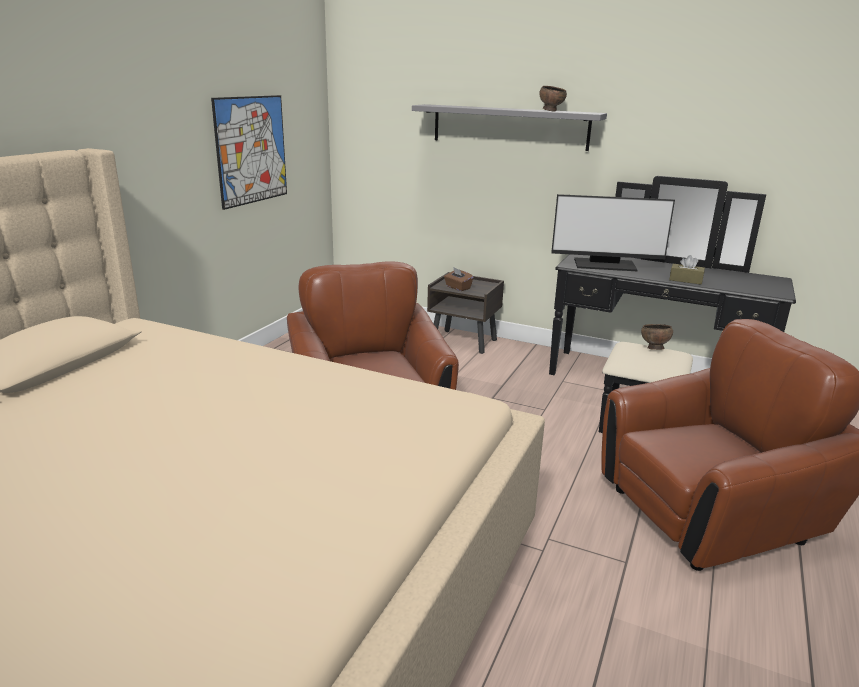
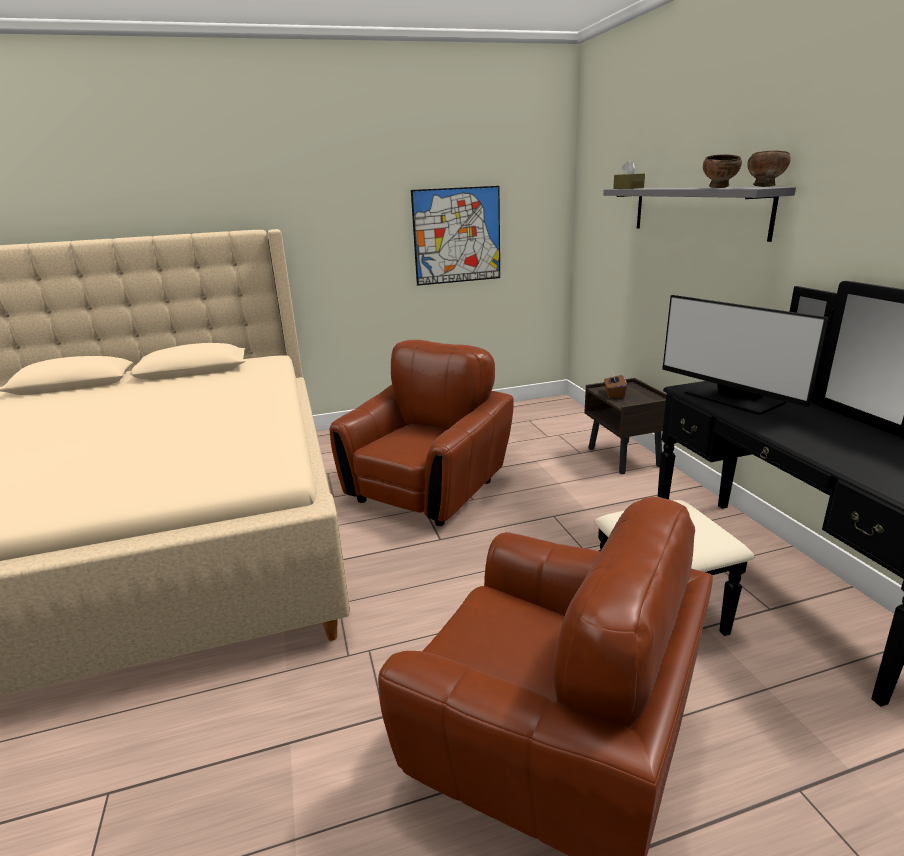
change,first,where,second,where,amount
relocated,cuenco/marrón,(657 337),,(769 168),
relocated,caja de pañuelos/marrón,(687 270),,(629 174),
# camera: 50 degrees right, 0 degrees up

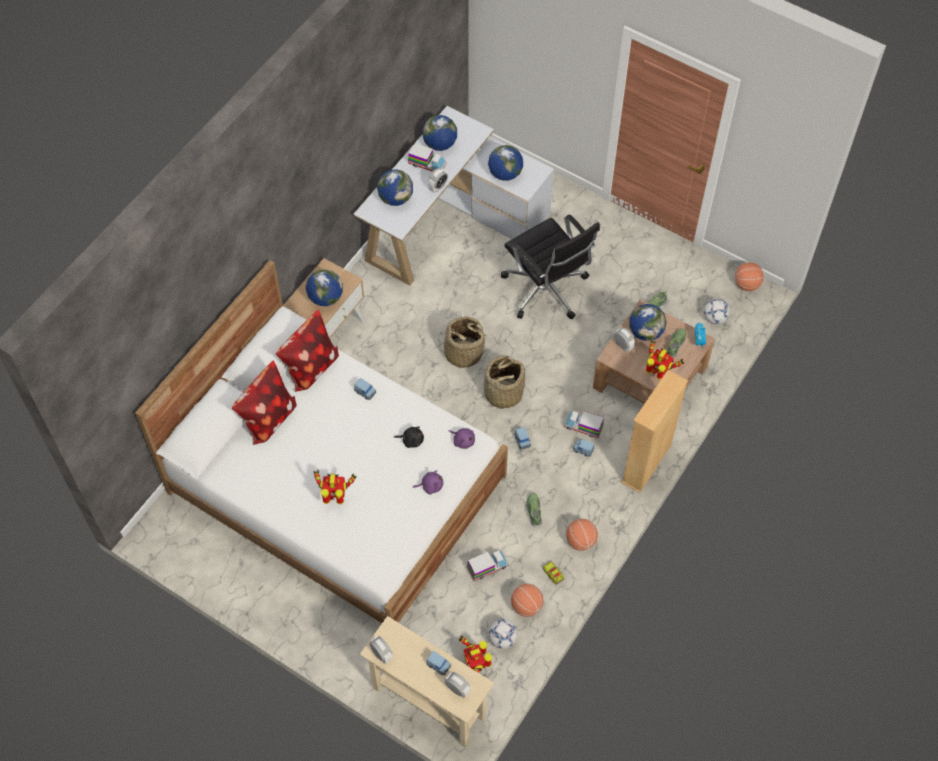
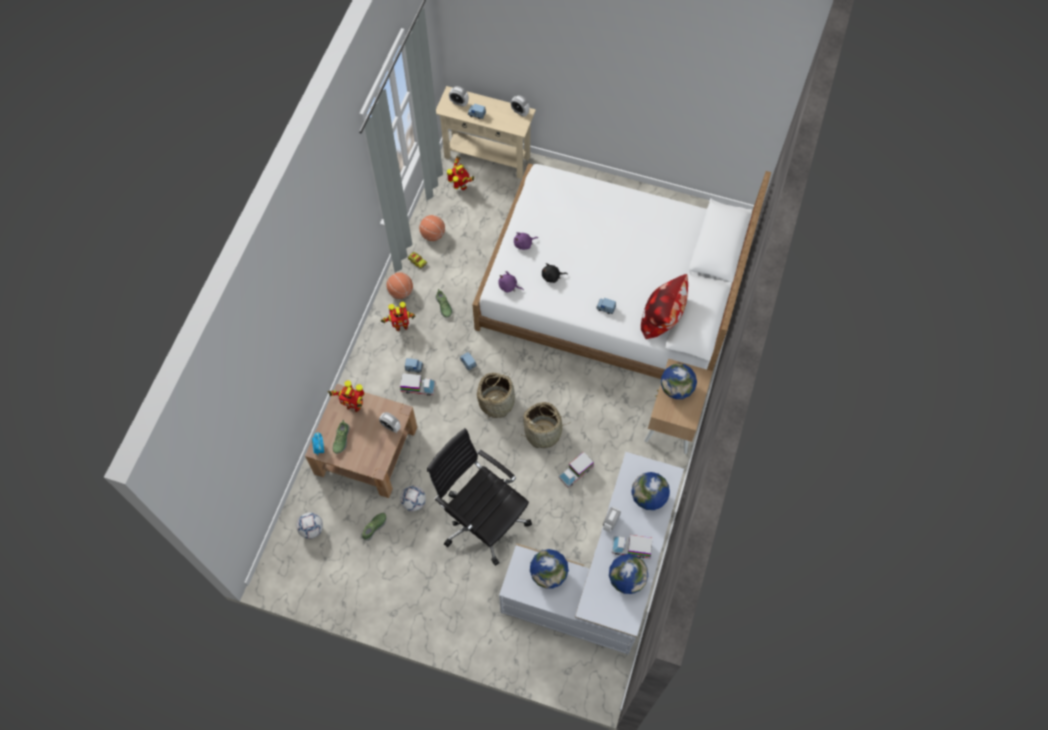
change,first,where,second,where,amount
missing,cojín,(264 403),,,
missing,estantería/beis,(654 431),,,
missing,globo terráqueo,(647 322),,,
missing,balón de baloncesto,(749 276),,,
relocated,robot de juguete,(335 487),,(398 316),
relocated,camión de juguete,(488 565),,(576 470),
relocated,balón de fútbol,(503 634),,(413 498),
# camera: 165 degrees right, 5 degrees up

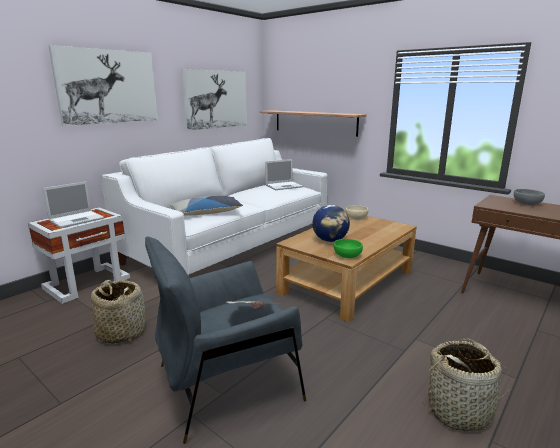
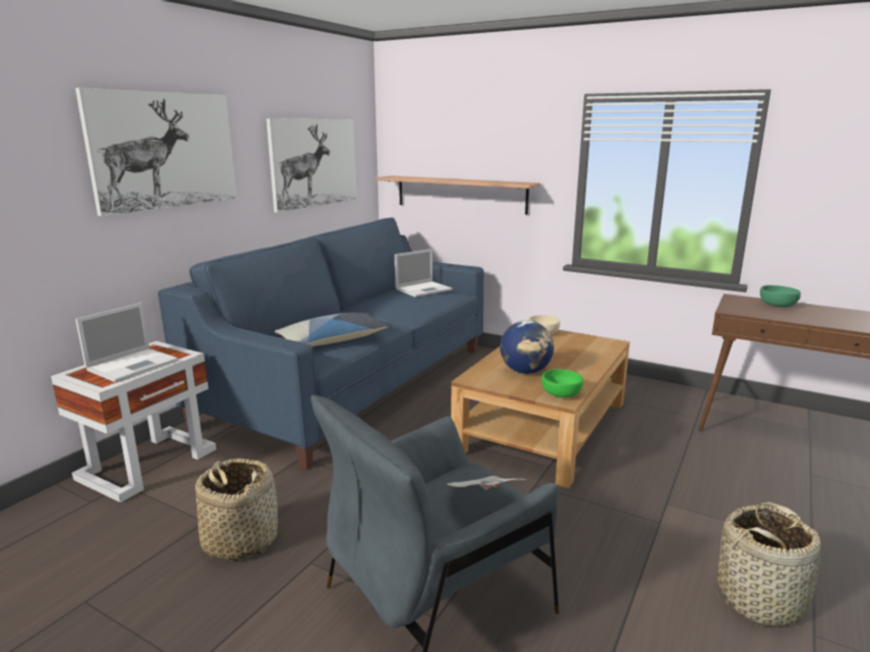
change,first,where,second,where,amount
colour,sofá/blanco,(214 206),sofá/azul,(321 343),
colour,cuenco/gris,(529 197),cuenco/verde,(780 296),
# camera: 10 degrees left, 0 degrees up

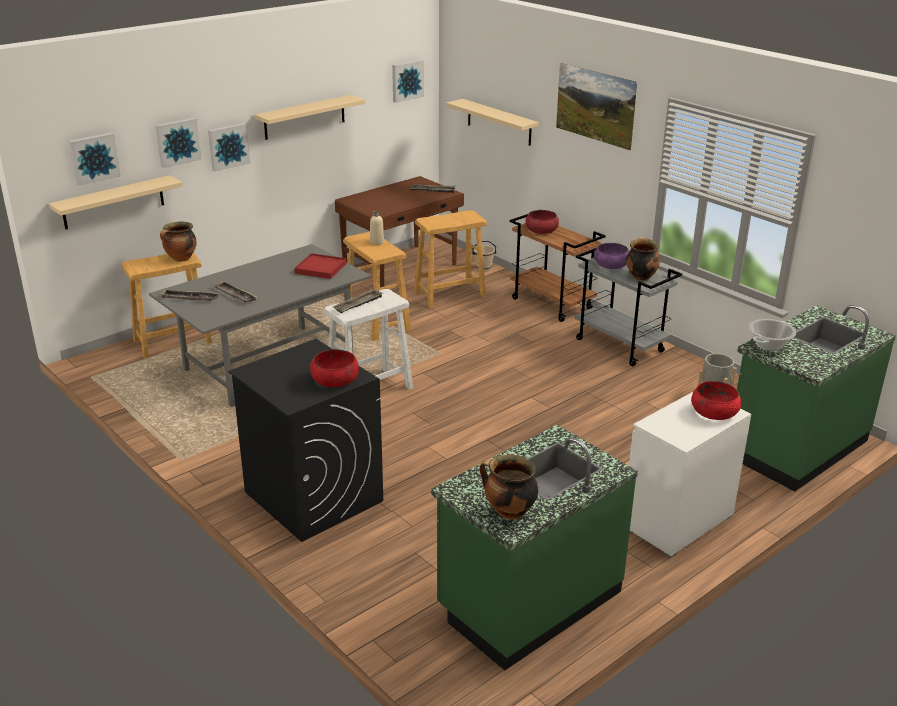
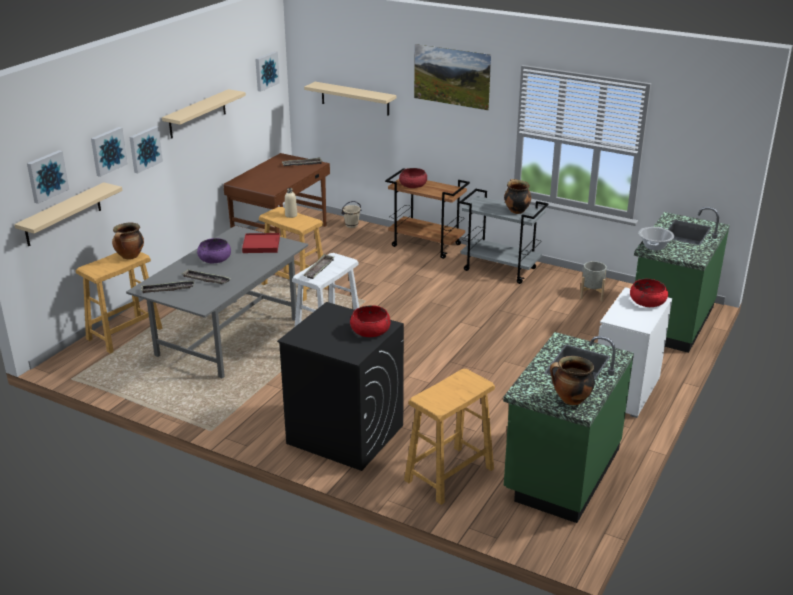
change,first,where,second,where,amount
relocated,taburete/beis,(450 259),,(449 437),
relocated,cuenco/morado,(611 256),,(214 250),
# camera: 20 degrees left, 0 degrees up

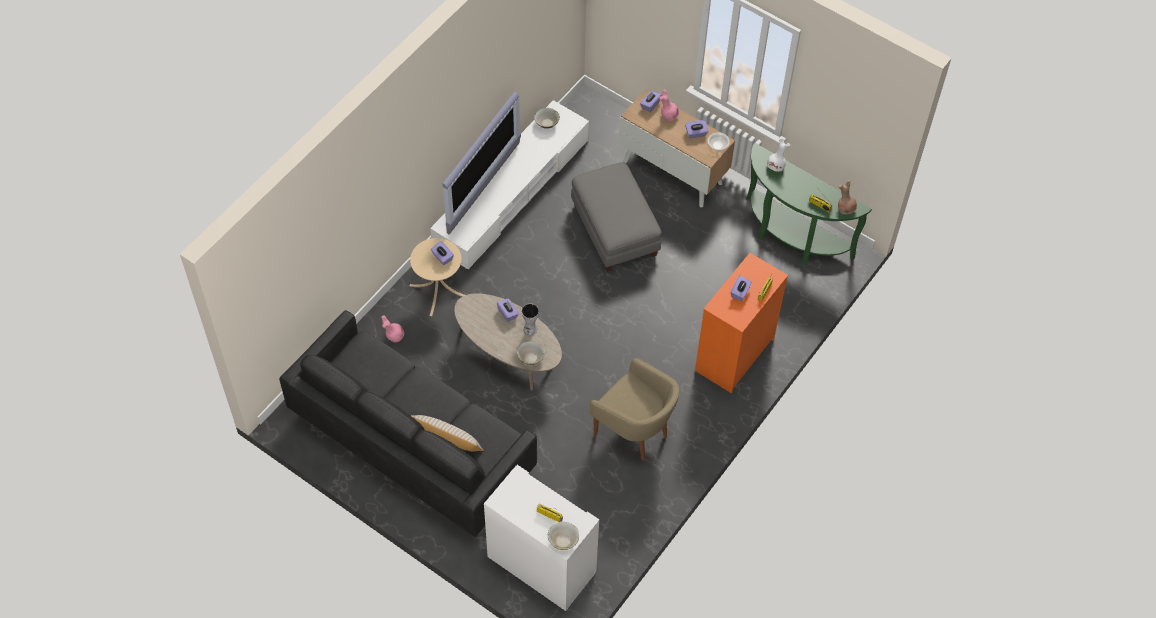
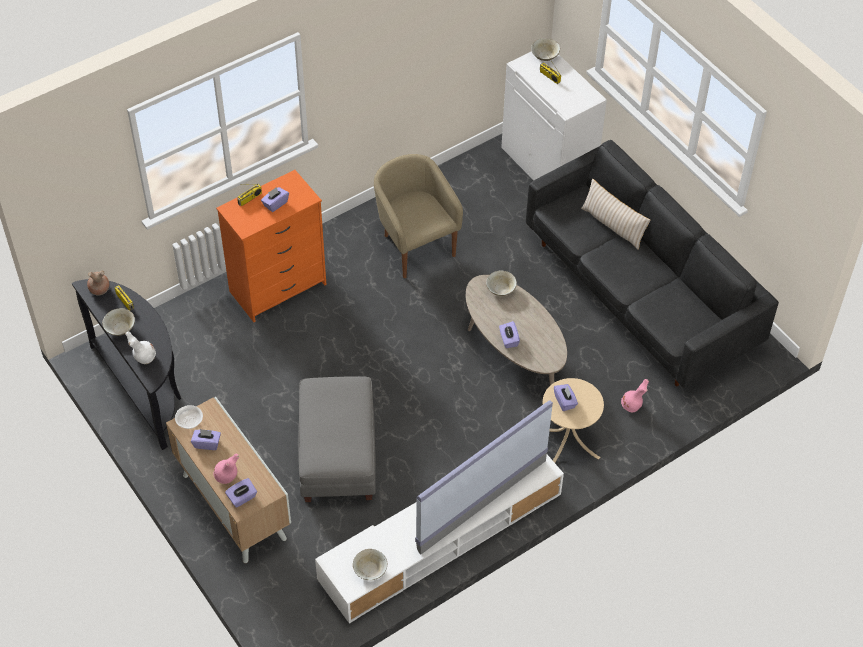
change,first,where,second,where,amount
missing,florero,(530 319),,,
appeared,,,cuenco/beis,(118 322),
colour,mesa consola/verde,(809 204),mesa consola/negro,(126 364),
# camera: 160 degrees left, 5 degrees down

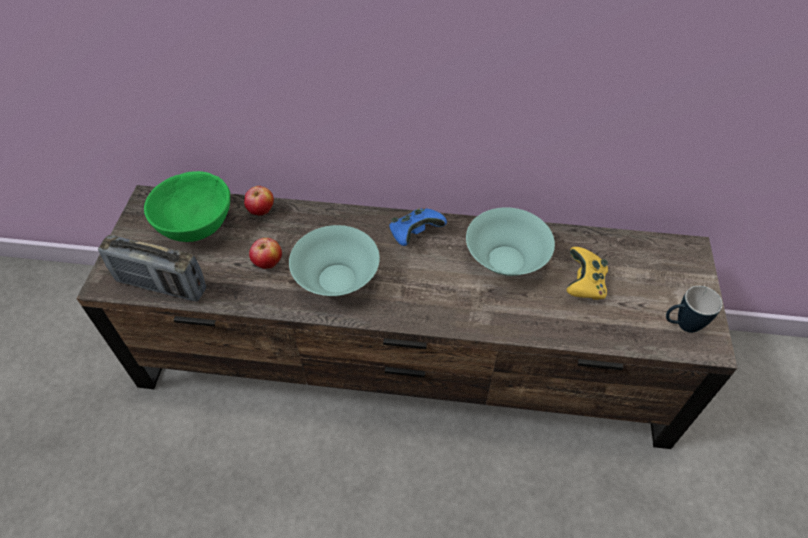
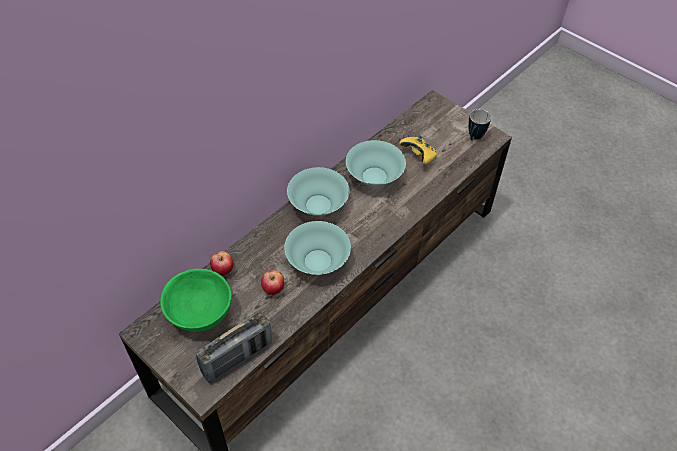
change,first,where,second,where,amount
exchanged,mando de consola/azul,(418 227),cuenco/turquesa,(318 191),
# camera: 55 degrees left, 0 degrees up

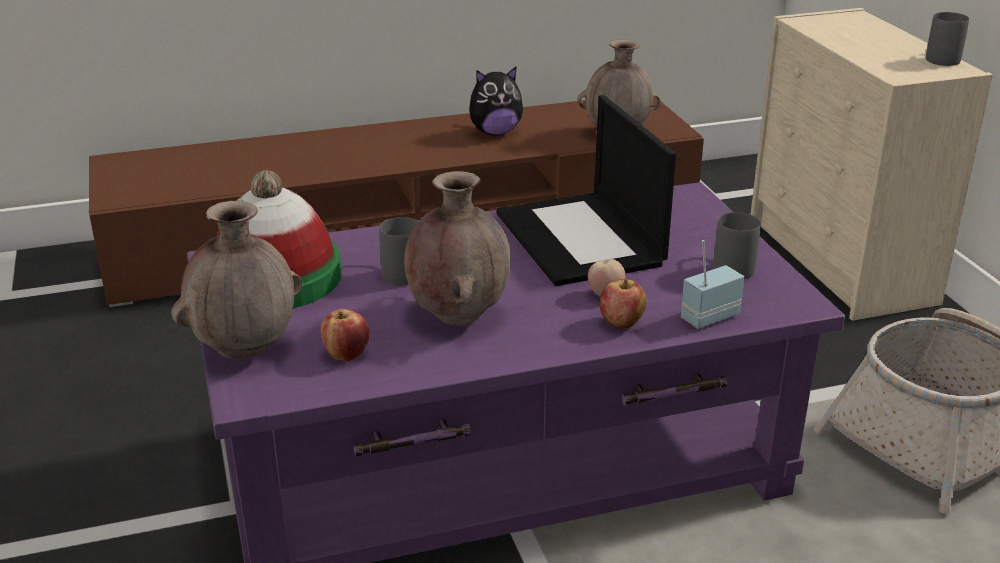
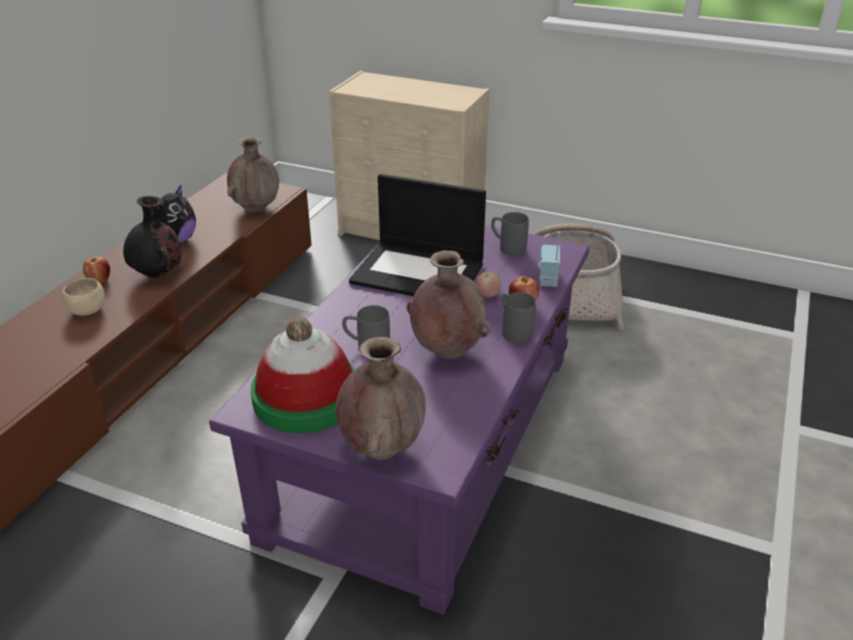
change,first,where,second,where,amount
appeared,,,cuenco/beis,(83 297),
appeared,,,florero/negro,(152 237),
relocated,manzana,(345 335),,(96 270),
relocated,taza grande/gris,(947 39),,(519 317),
# camera: 50 degrees left, 5 degrees up

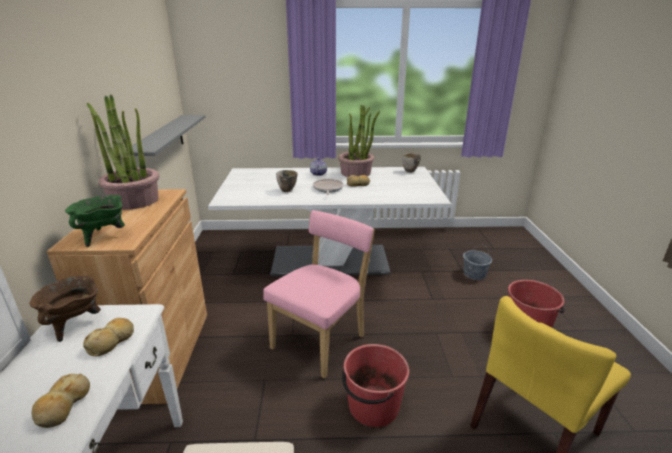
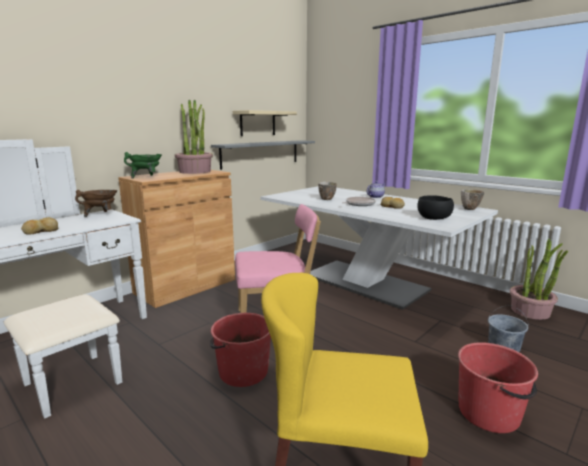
change,first,where,second,where,amount
missing,pan,(108 337),,,
appeared,,,estante/beis,(265 123),
appeared,,,cuenco/negro,(435 207),
relocated,planta en maceta,(359 140),,(539 279),
# camera: 45 degrees right, 10 degrees down

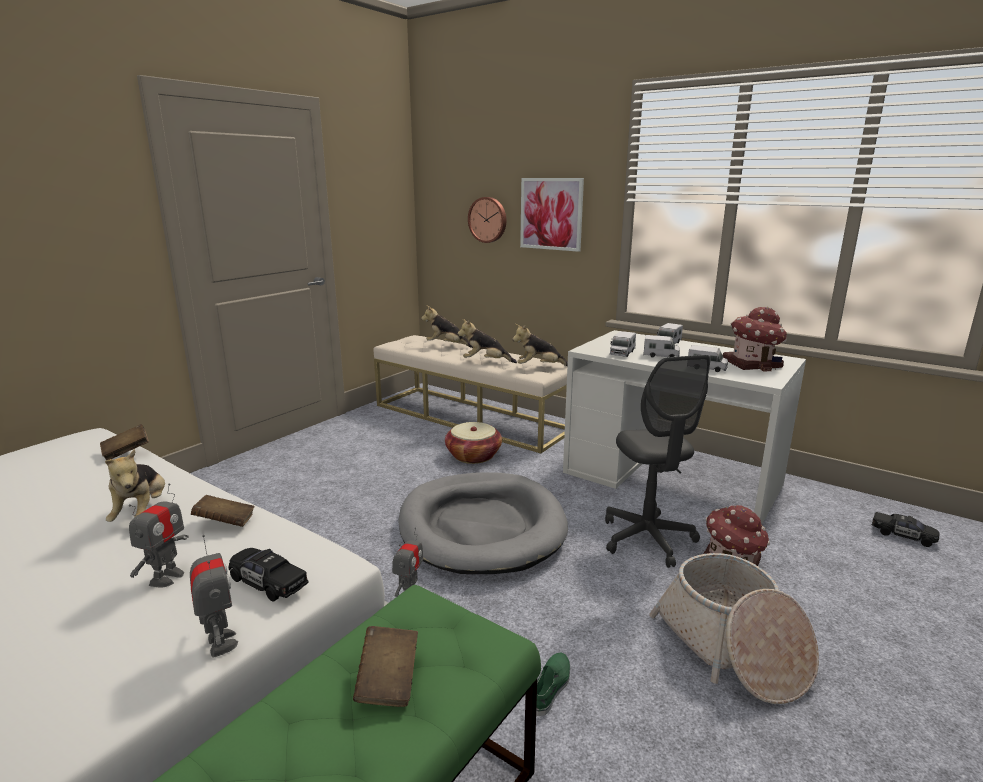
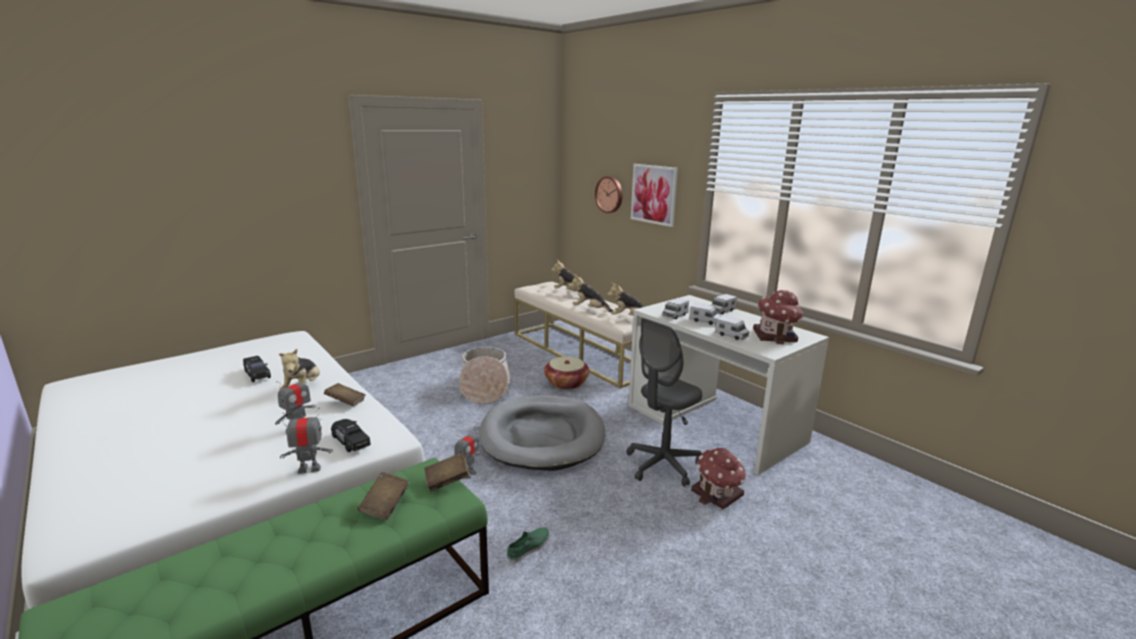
change,first,where,second,where,amount
relocated,libro/marrón,(124 442),,(446 471),
relocated,cesta,(734 628),,(484 376),
relocated,coche de juguete/negro,(906 529),,(257 369),
spun,robot de juguete,(214 596),,(306 441),90 degrees counterclockwise
spun,silla de oficina/gris,(658 461),,(664 402),45 degrees clockwise
# camera: 15 degrees right, 0 degrees up

